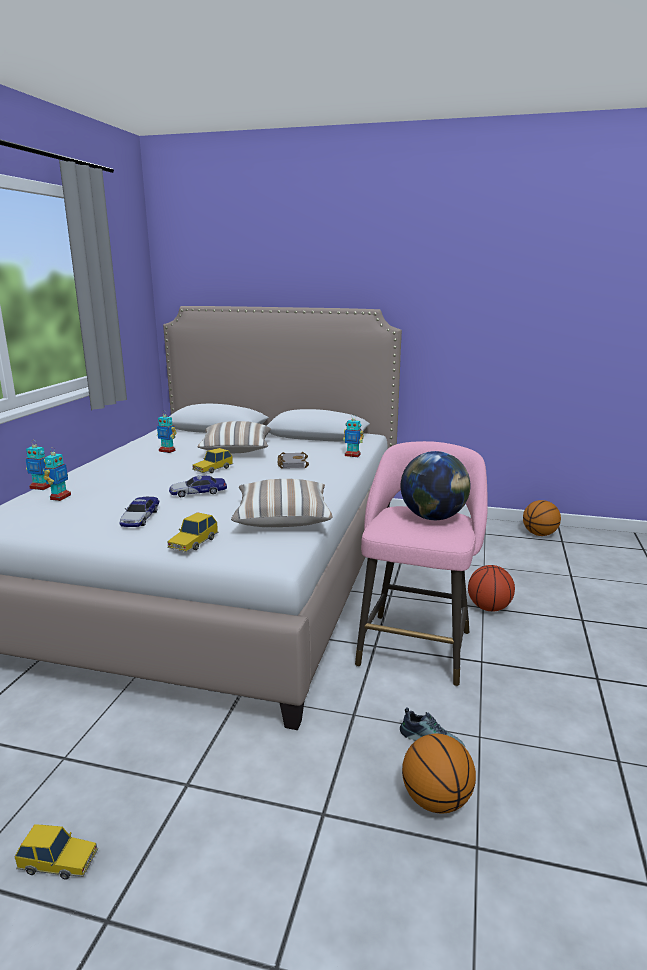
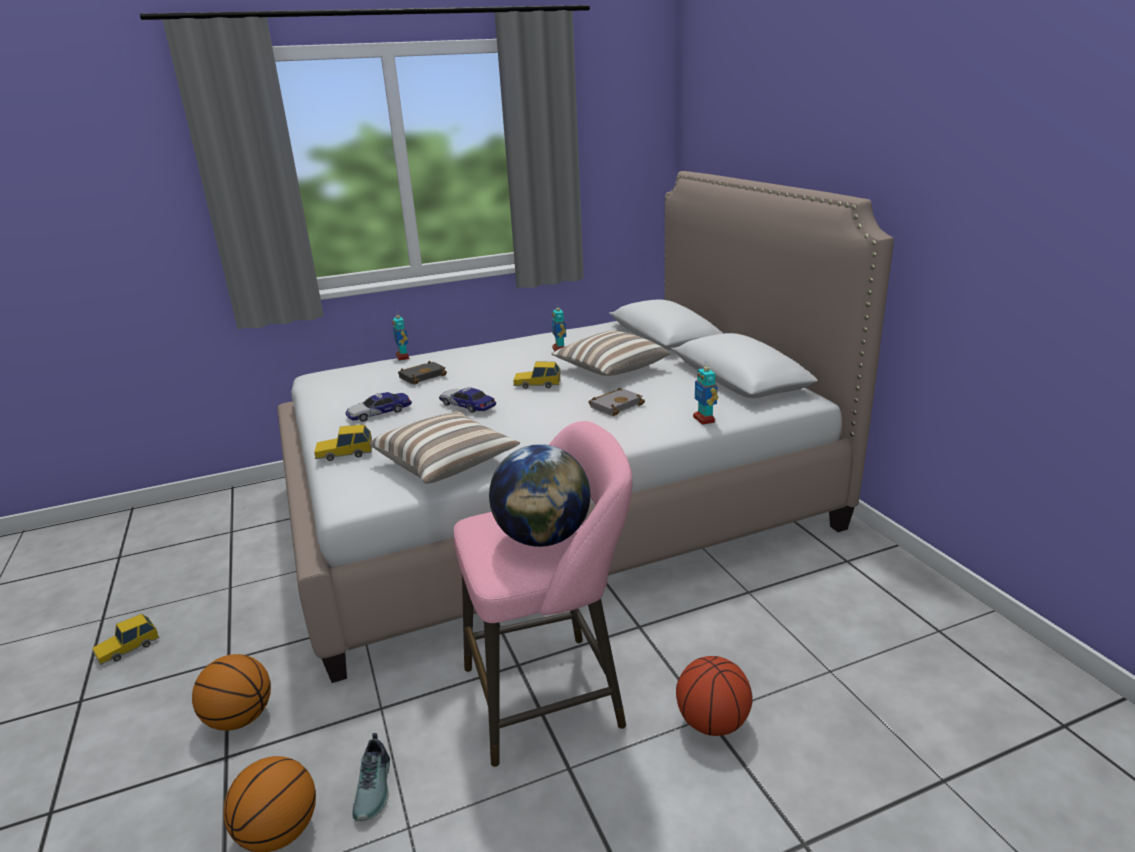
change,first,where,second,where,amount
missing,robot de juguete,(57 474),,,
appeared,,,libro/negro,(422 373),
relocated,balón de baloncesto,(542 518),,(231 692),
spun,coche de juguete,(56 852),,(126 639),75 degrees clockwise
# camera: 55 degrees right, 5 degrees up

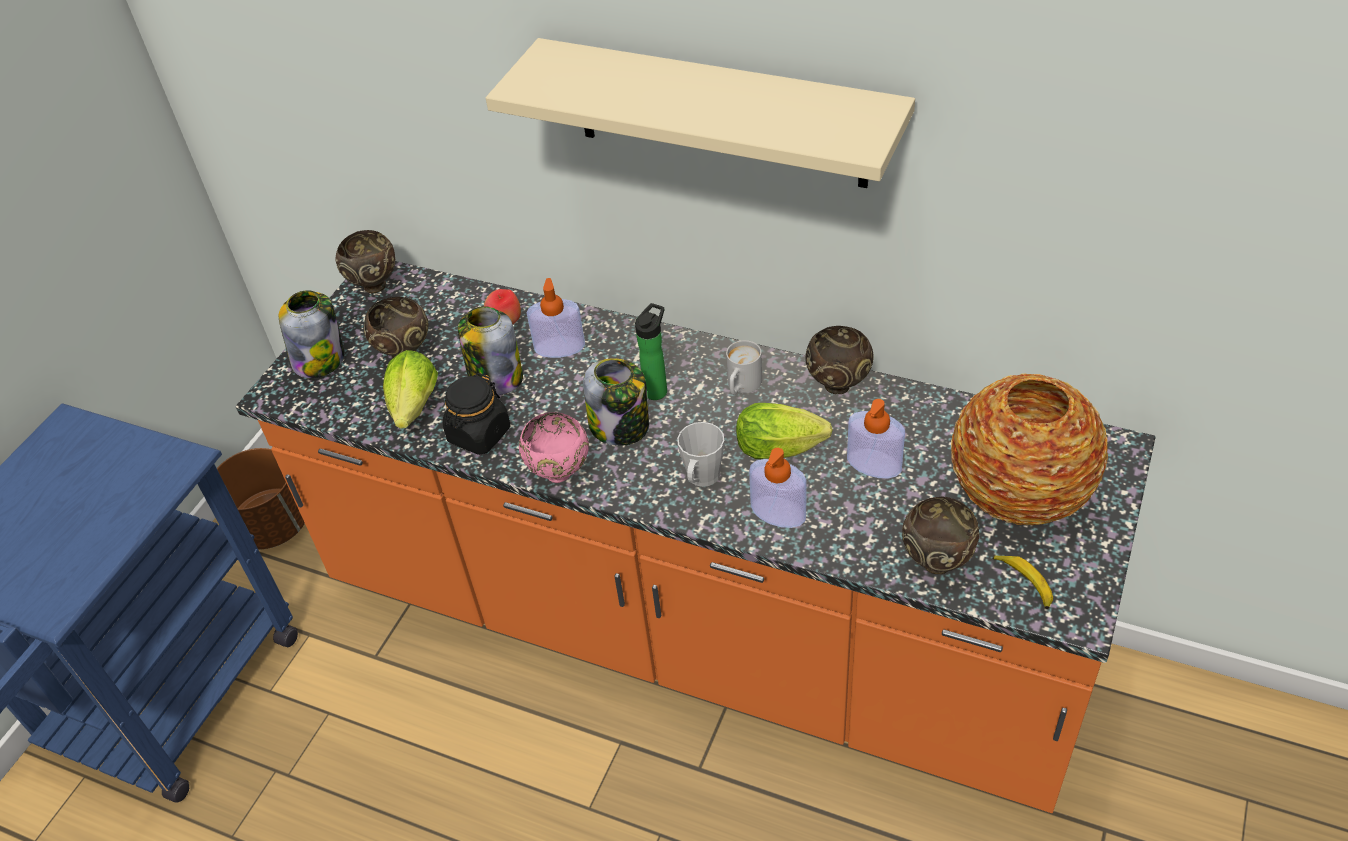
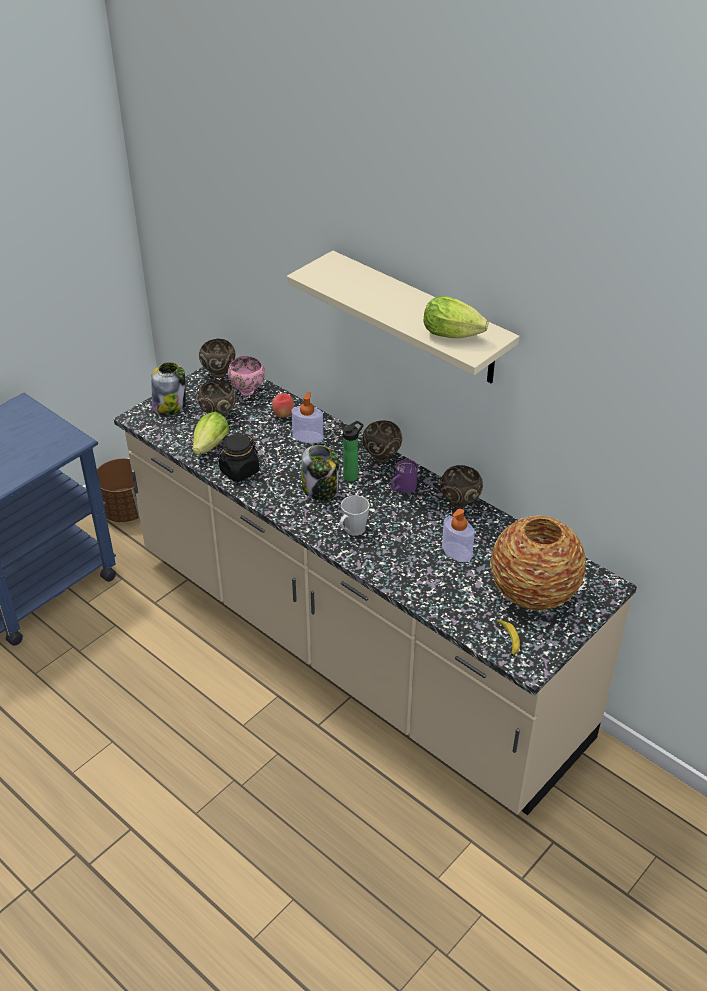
change,first,where,second,where,amount
missing,tarro,(490 350),,,
missing,dispensador de jabón,(778 488),,,
relocated,cuenco/rosa,(554 447),,(246 376),
relocated,lechuga,(784 431),,(455 317),
relocated,cuenco/marrón,(941 535),,(382 441),
colour,mueble bajo de cocina/naranja,(696 537),mueble bajo de cocina/beis,(375 591),
colour,taza grande/blanco,(744 367),taza grande/morado,(404 476),
# camera: 15 degrees right, 5 degrees down

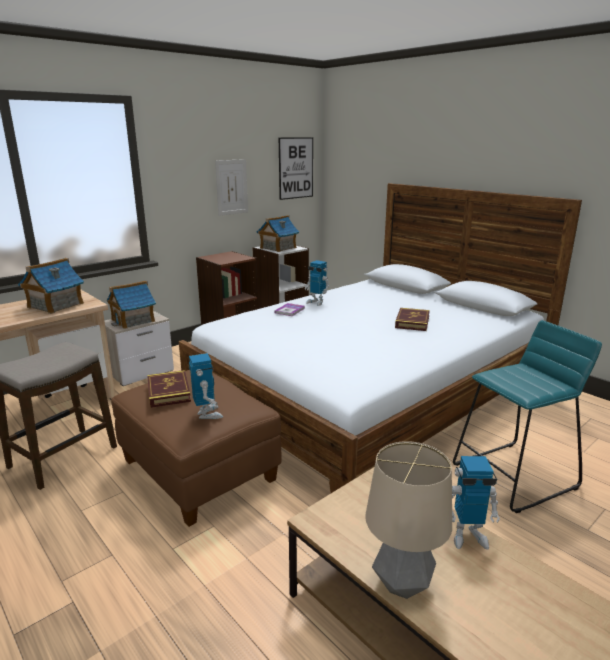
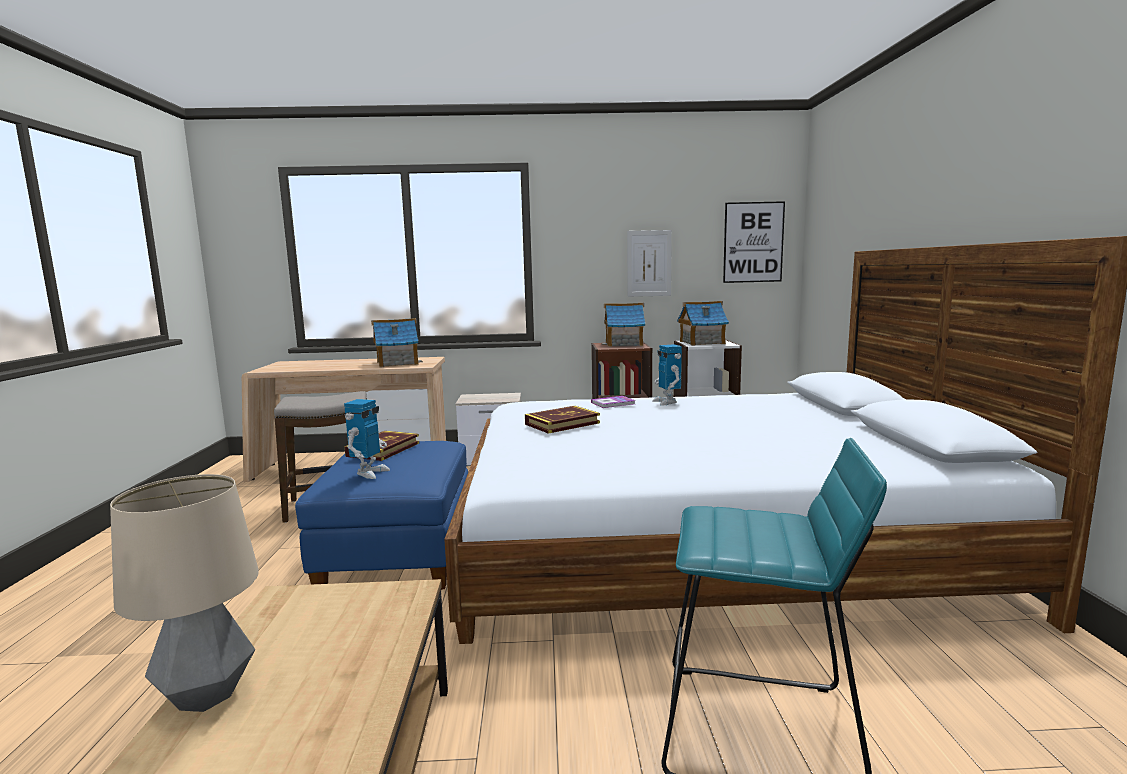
change,first,where,second,where,amount
missing,robot de juguete,(476 503),,,
relocated,casita,(131 305),,(623 325),
relocated,libro,(412 319),,(562 420),
colour,puf/marrón,(196 448),puf/azul,(381 515),
# camera: 40 degrees right, 10 degrees down

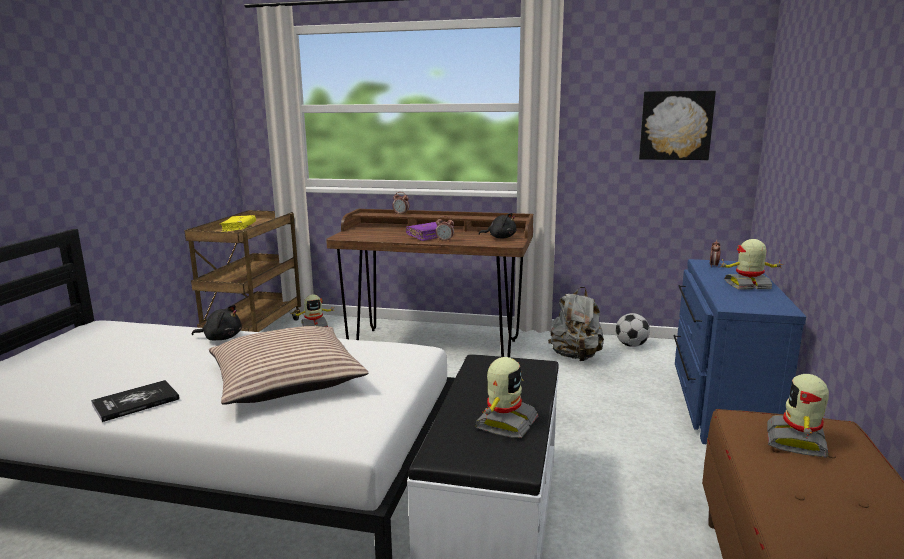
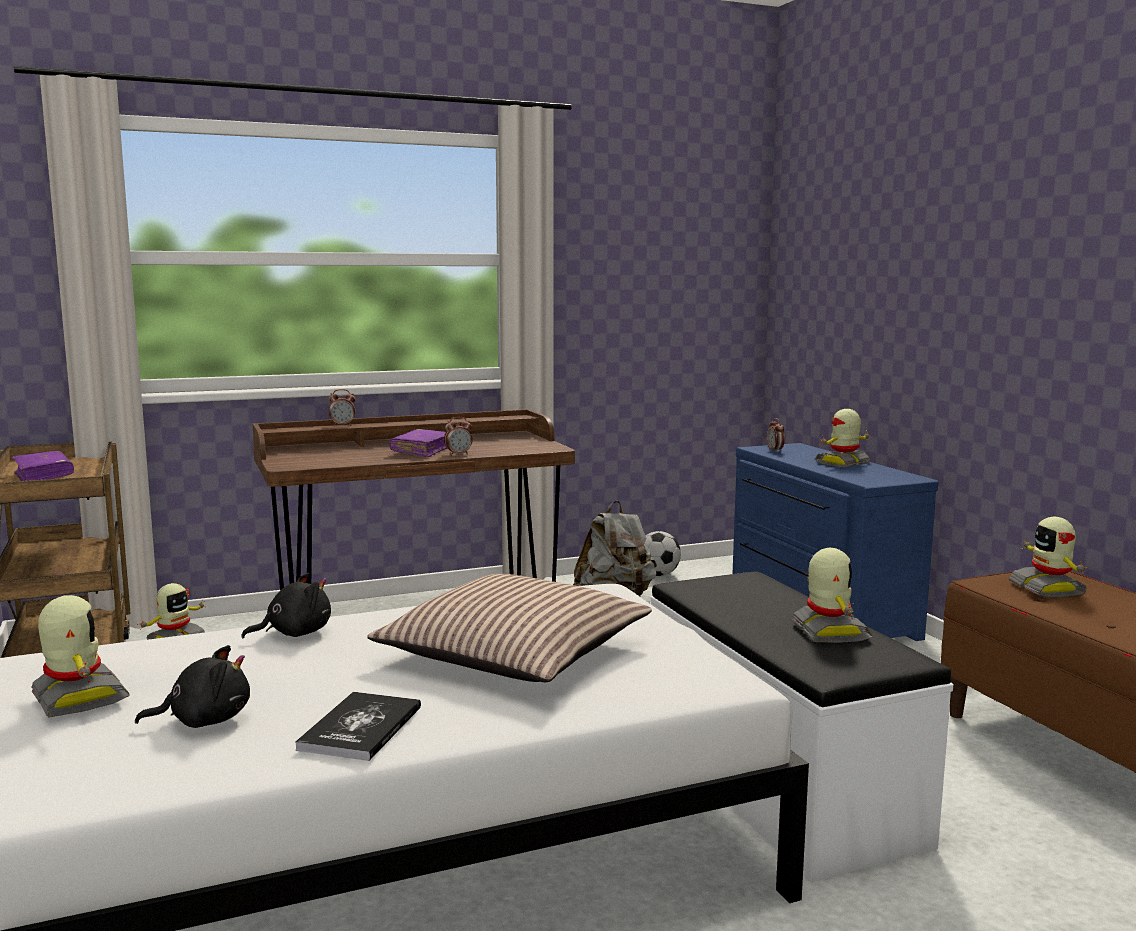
change,first,where,second,where,amount
missing,cuadro,(677 125),,,
appeared,,,robot de juguete,(80 656),
relocated,peluche/negro,(497 226),,(192 686),
colour,libro/amarillo,(237 223),libro/morado,(43 466),
# camera: 35 degrees left, 5 degrees down

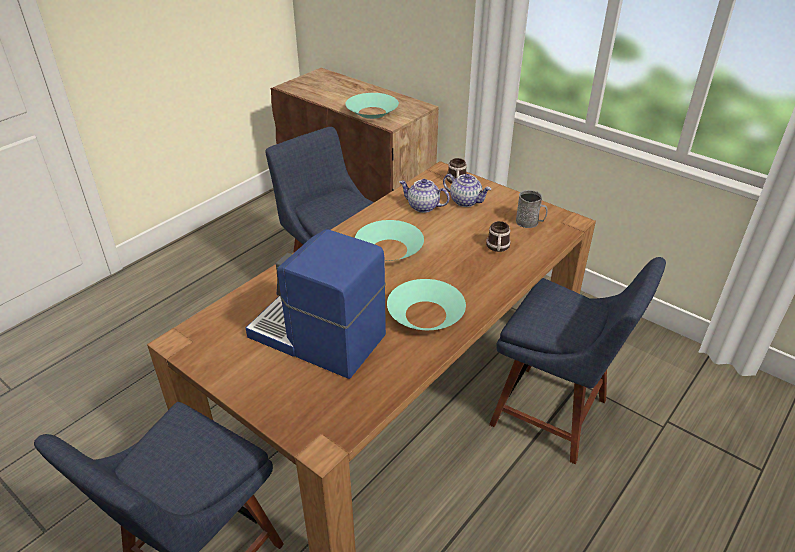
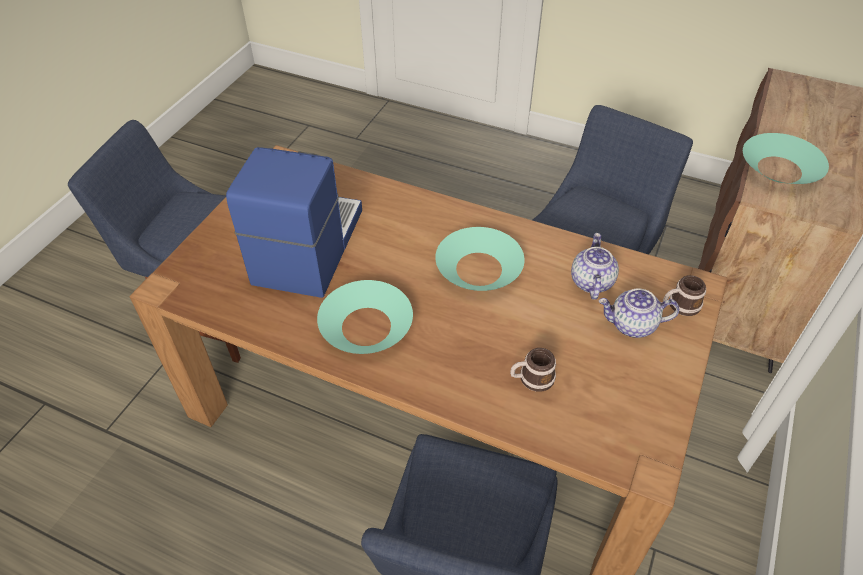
change,first,where,second,where,amount
missing,taza grande/gris,(531 209),,,
spun,tetera,(467 190),,(639 313),75 degrees clockwise
# camera: 75 degrees right, 10 degrees up

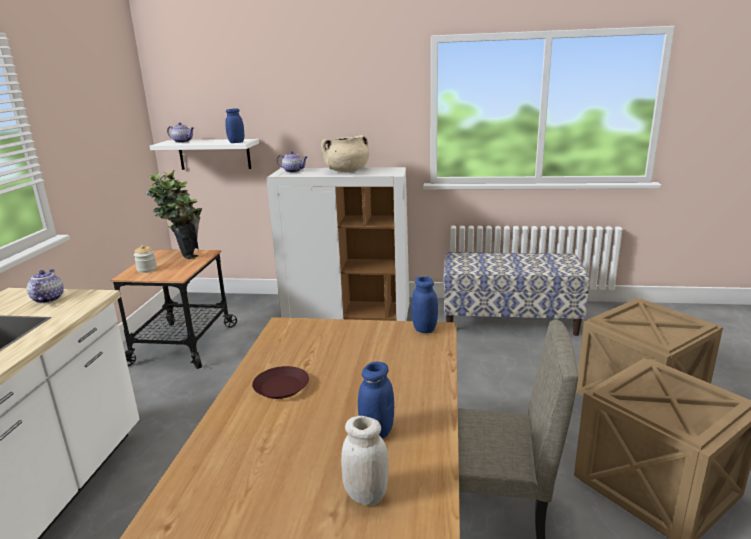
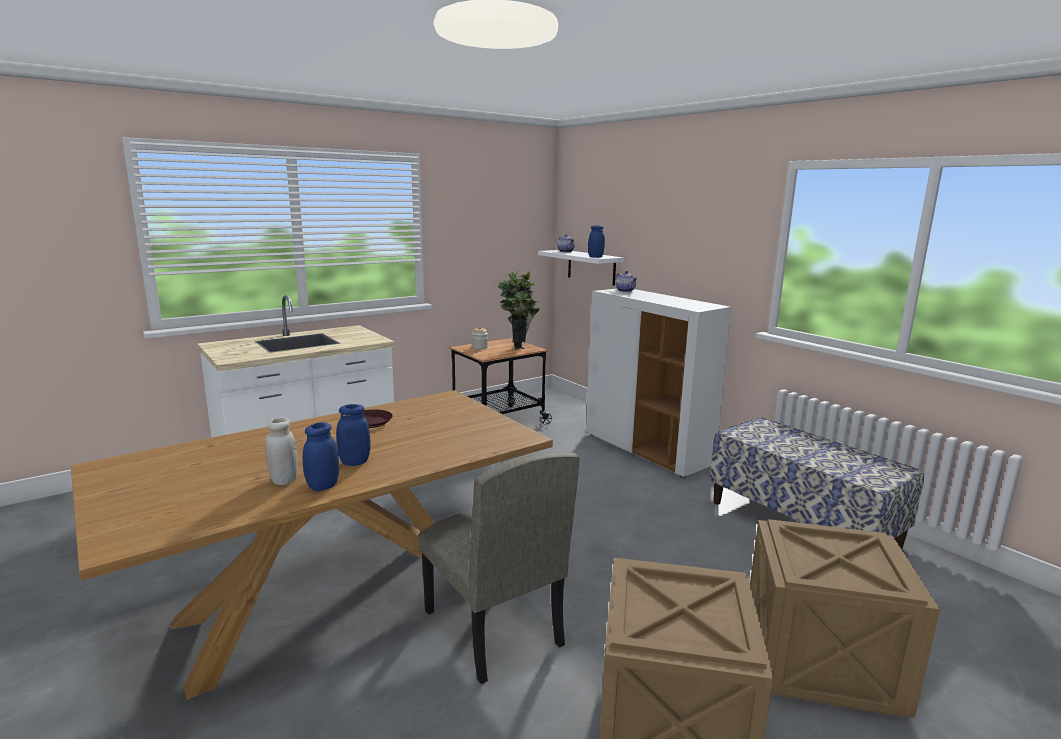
change,first,where,second,where,amount
missing,tetera,(45 286),,,
missing,olla/beis,(345 153),,,
relocated,tarro/azul,(425 304),,(321 456),
# camera: 45 degrees right, 5 degrees down

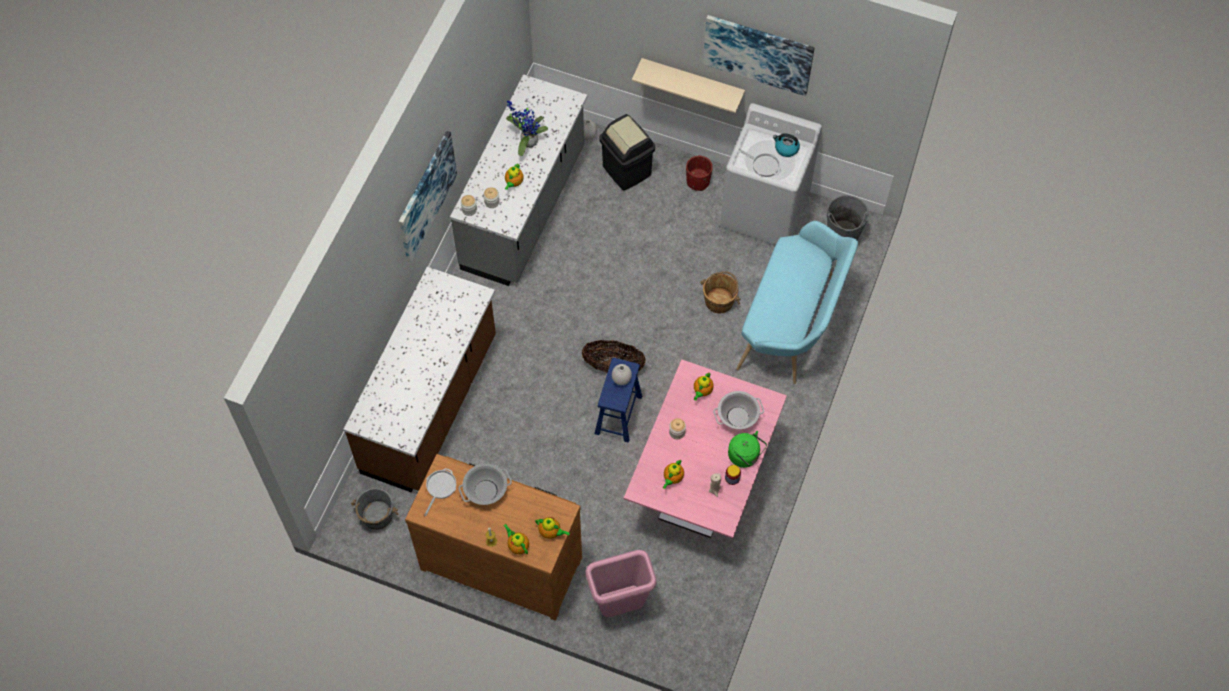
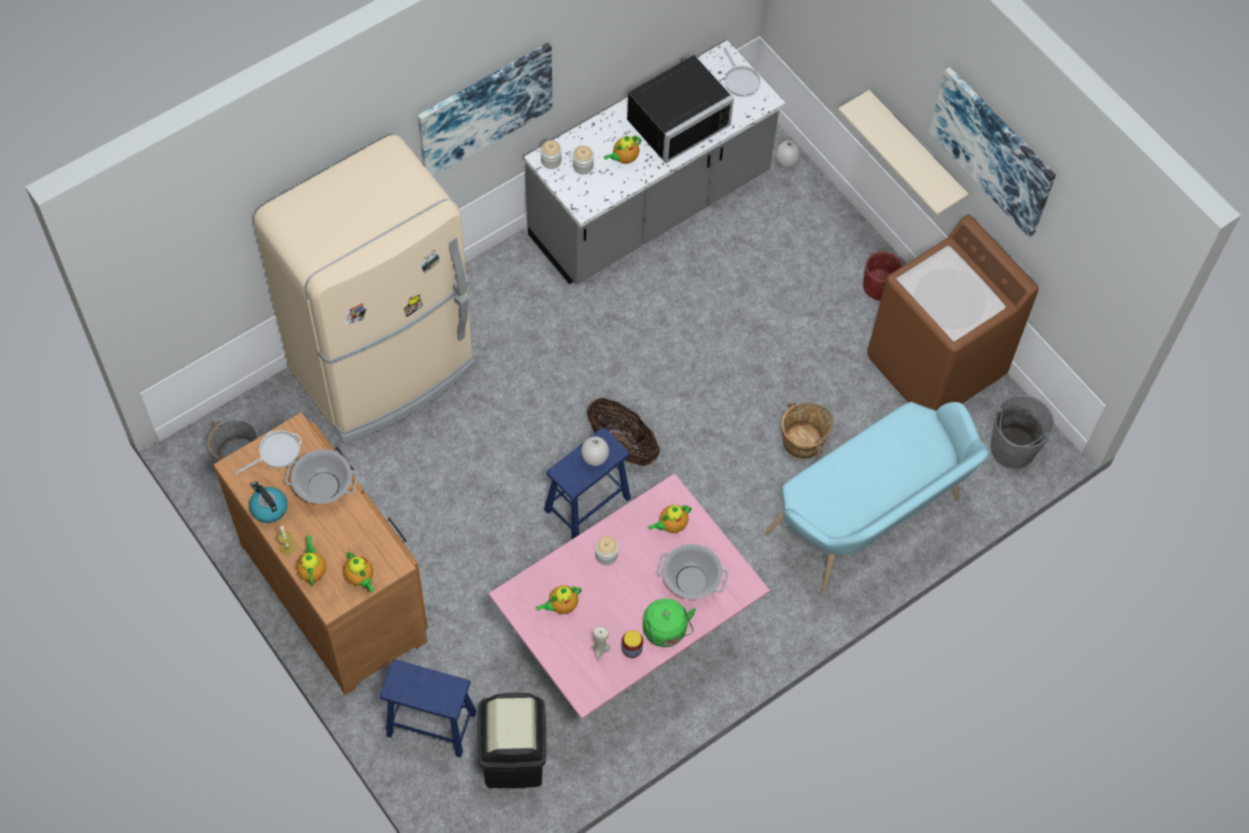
change,first,where,second,where,amount
relocated,papelera/negro,(627 152),,(512 740),
relocated,sartén,(759 163),,(742 72),
relocated,hervidor,(786 145),,(268 502),
exchanged,mueble bajo de cocina/marrón,(420 380),nevera/beis,(364 289),
exchanged,planta en maceta,(527 128),microondas/negro,(680 109),
exchanged,papelera/rosa,(621 583),taburete/azul,(428 709),
colour,lavadora/blanco,(771 174),lavadora/marrón,(953 313),
# camera: 30 degrees right, 0 degrees up

